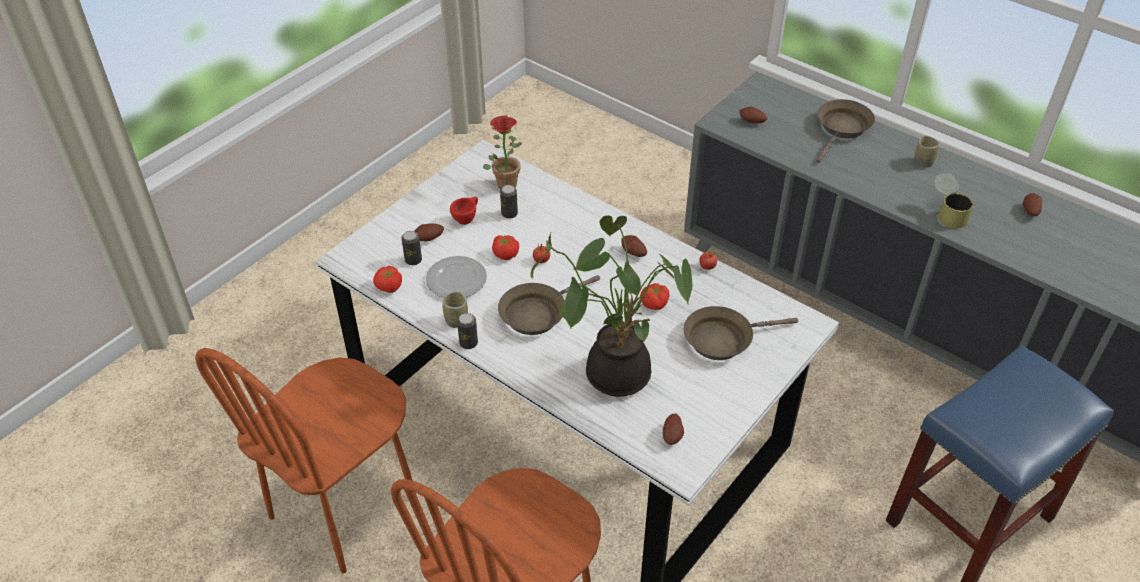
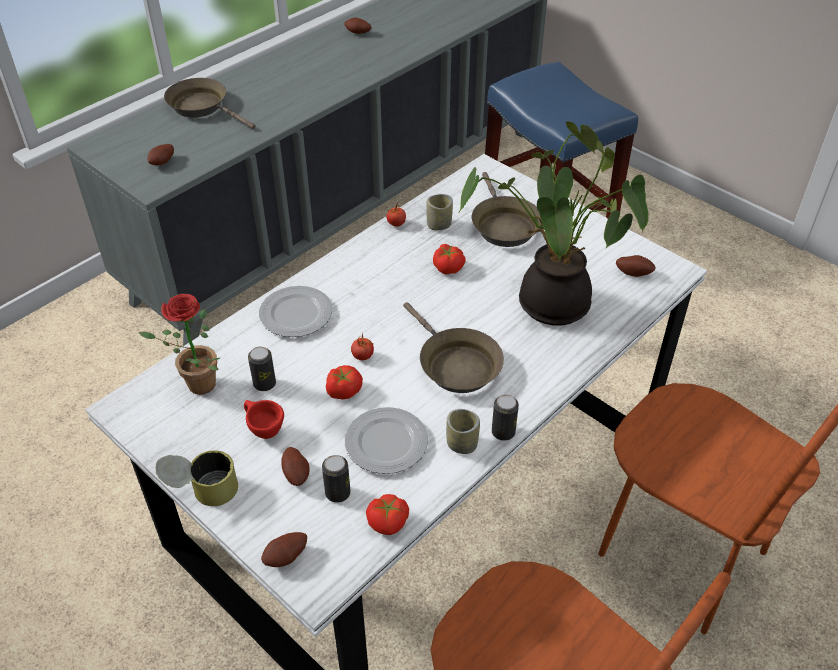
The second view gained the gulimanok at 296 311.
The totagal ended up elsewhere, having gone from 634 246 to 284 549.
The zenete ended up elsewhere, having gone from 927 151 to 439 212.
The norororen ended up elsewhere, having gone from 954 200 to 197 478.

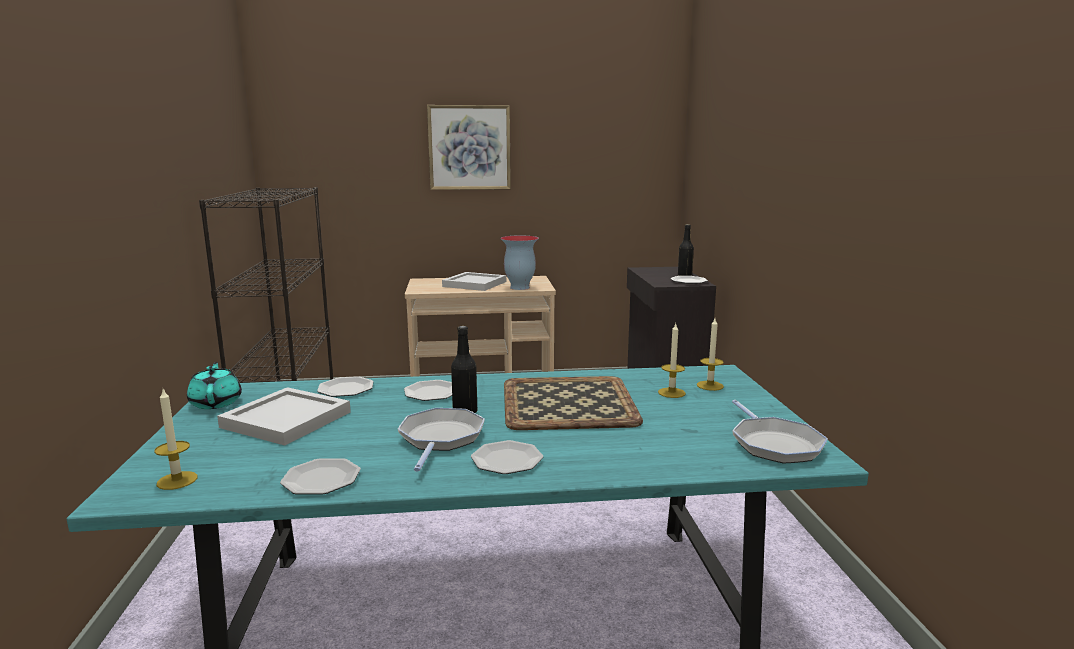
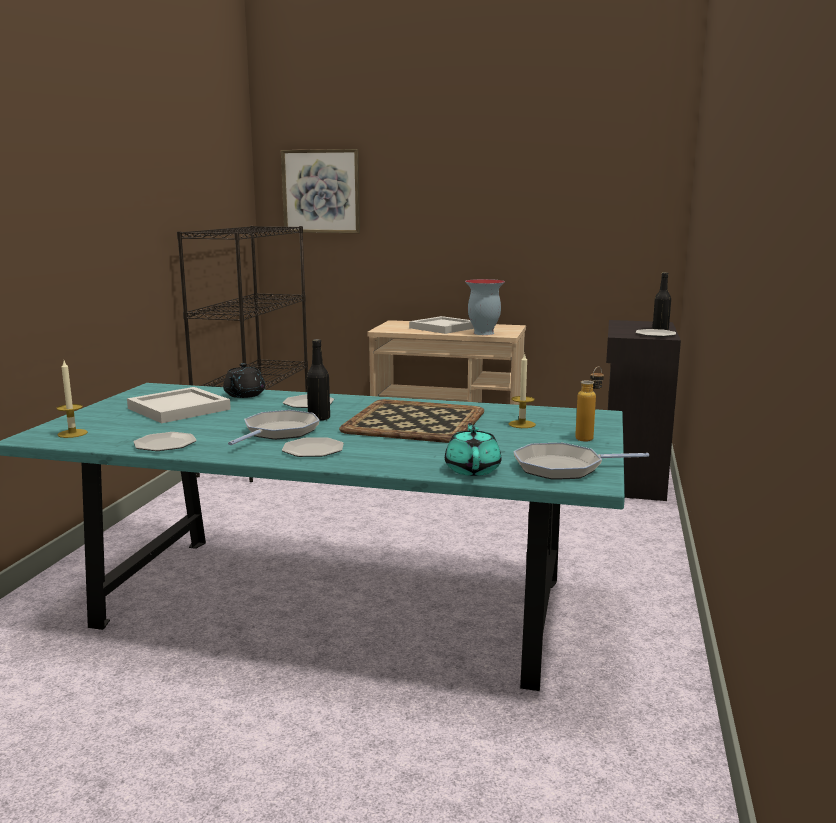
The second view lost the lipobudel at 710 354.
The second view gained the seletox at 589 404.
The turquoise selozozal ended up elsewhere, having gone from 214 385 to 473 449.
The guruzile ended up elsewhere, having gone from 469 147 to 320 191.
Where the gulimanok stood at 345 386, the black selozozal came to stand at 244 380.
The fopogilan at 780 432 ended up facing another way, 75 degrees clockwise from before.

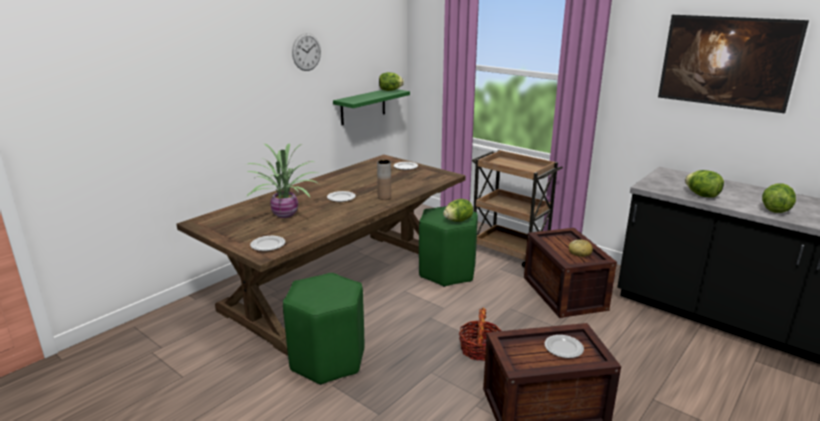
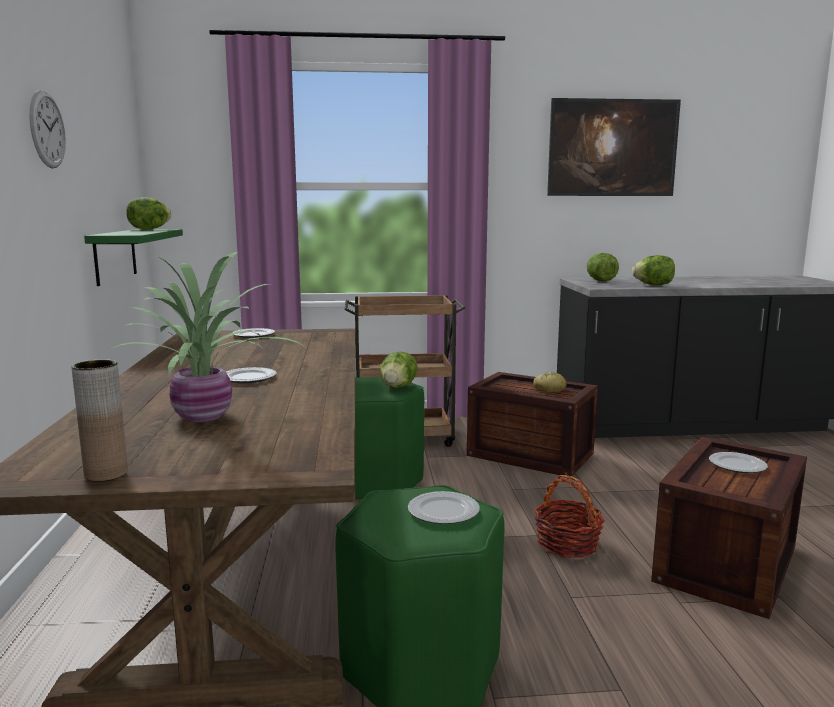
The gulimanok ended up elsewhere, having gone from 267 243 to 444 507.
The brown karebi ended up elsewhere, having gone from 384 180 to 99 420.
The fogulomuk ended up elsewhere, having gone from 779 198 to 603 267.

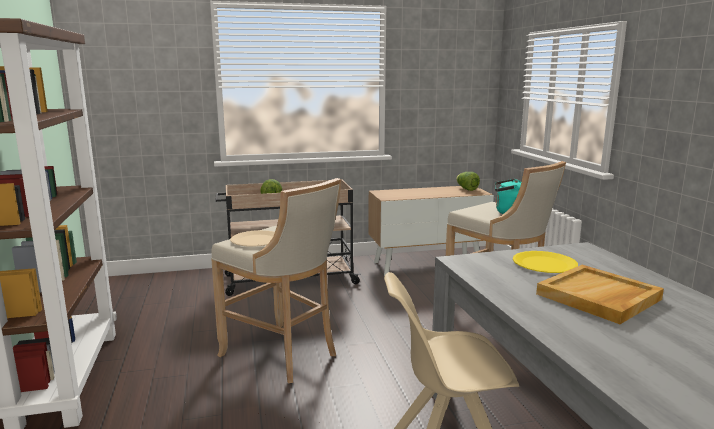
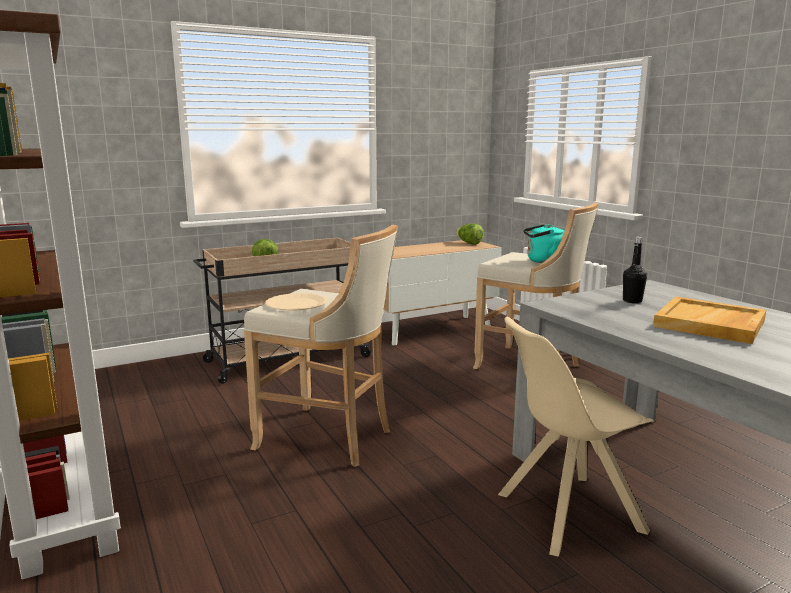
Where the yellow gulimanok stood at 545 262, the black seletox came to stand at 635 270.

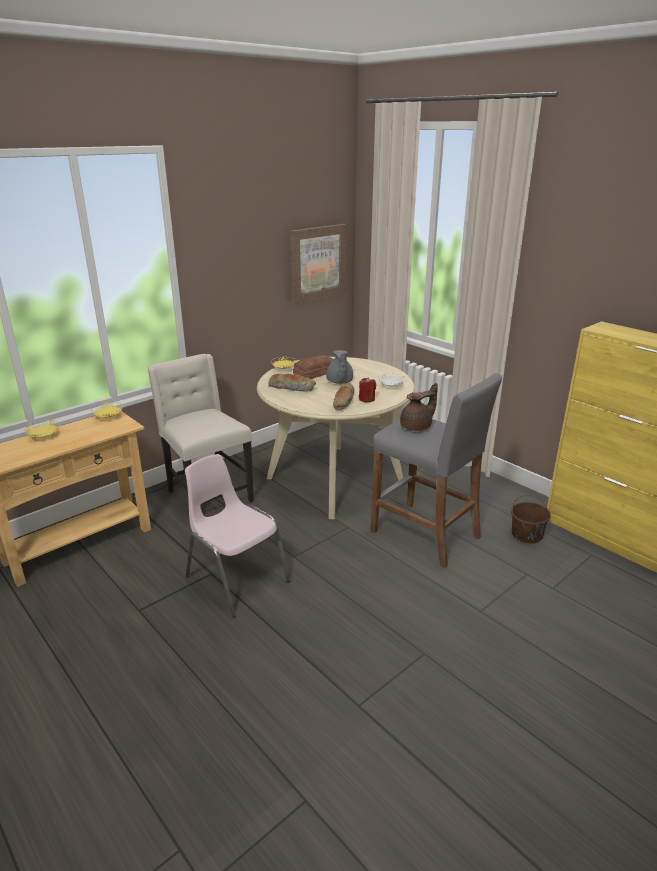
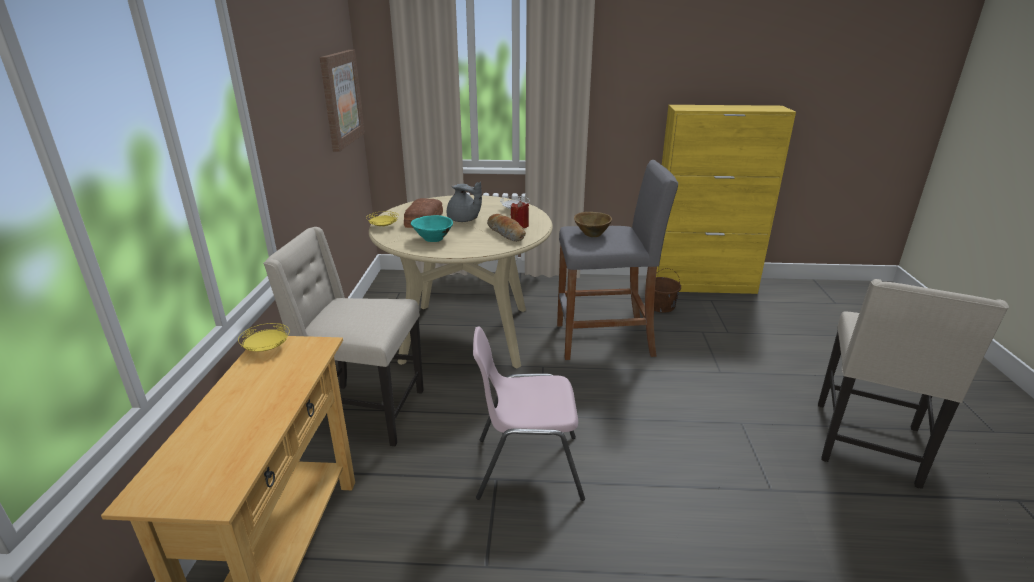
The second view lost the yellow gulimanok at 42 429.
The second view gained the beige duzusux at 913 384.
Where the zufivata stood at 292 382, the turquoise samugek came to stand at 432 228.
Where the brown selozozal stood at 419 407, the brown samugek came to stand at 593 224.

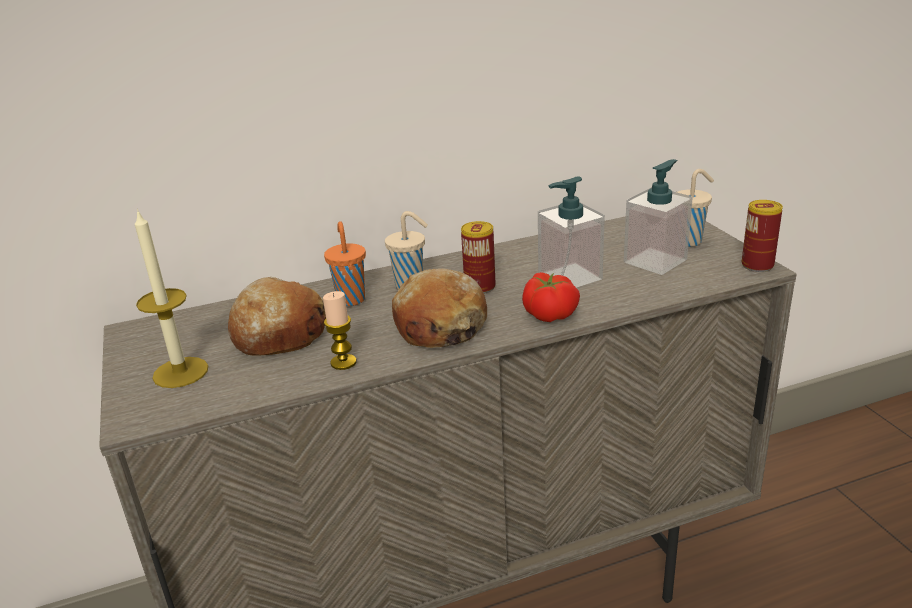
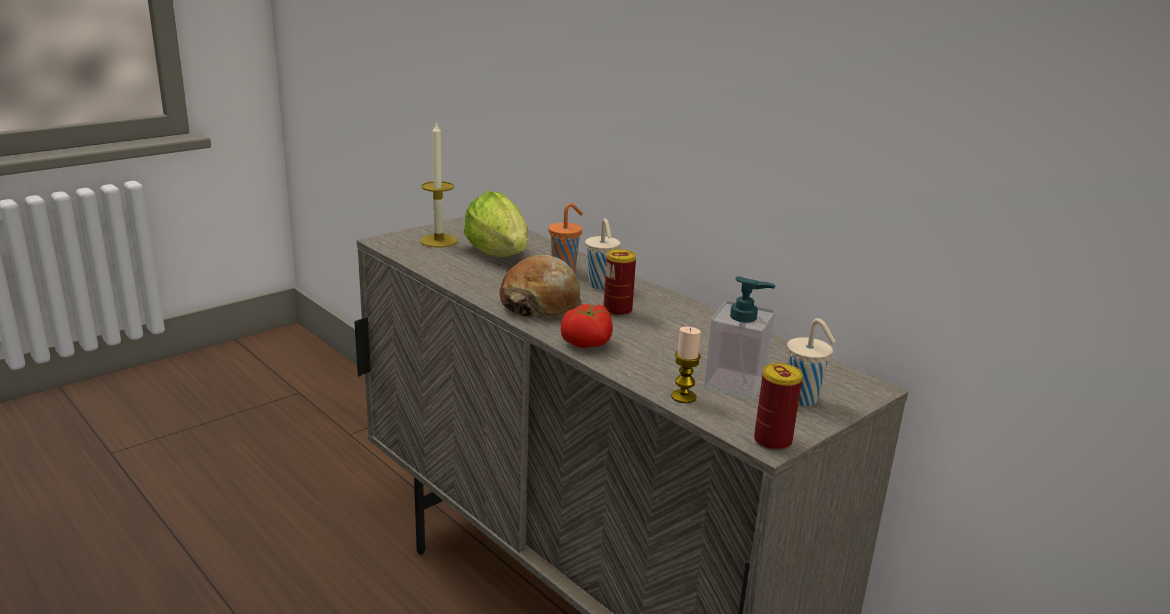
The second view lost the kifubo at 571 232.
The lipobudel ended up elsewhere, having gone from 340 330 to 686 365.
Where the zufivata stood at 277 316, the fogulomuk came to stand at 496 224.

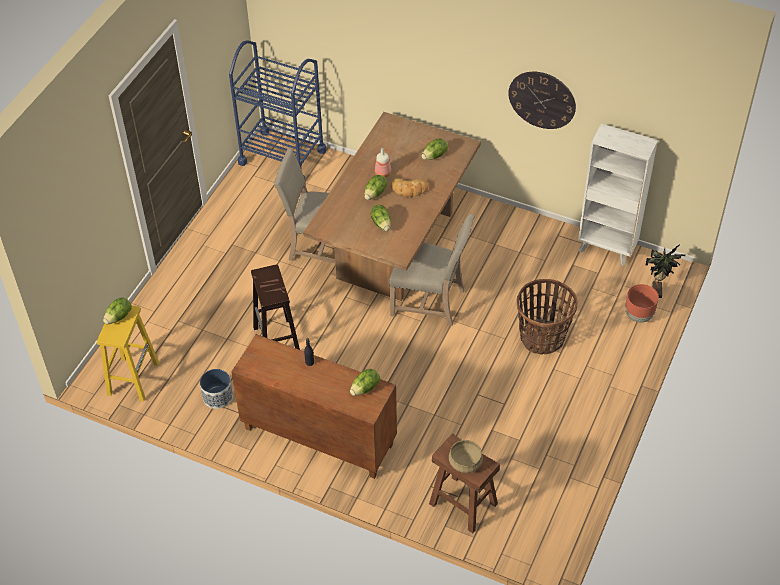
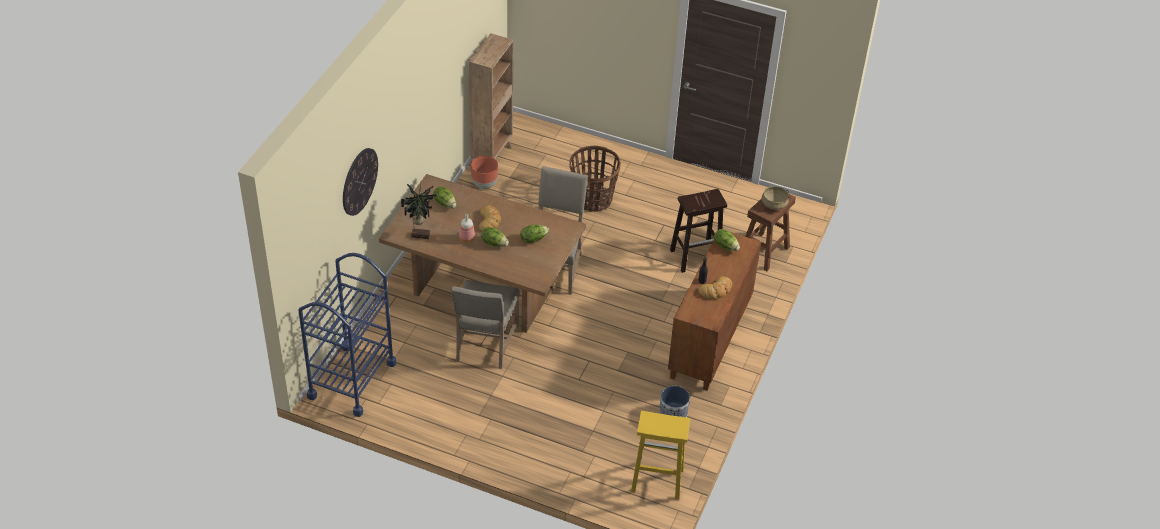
The second view lost the fogulomuk at 117 311.
The second view gained the zufivata at 715 287.
The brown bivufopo ended up elsewhere, having gone from 275 307 to 698 231.
The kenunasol ended up elsewhere, having gone from 542 100 to 360 182.
The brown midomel ended up elsewhere, having gone from 642 303 to 484 172.
The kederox ended up elsewhere, having gone from 666 271 to 419 211.
What was the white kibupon at 618 195 turned into the brown kibupon at 491 96.

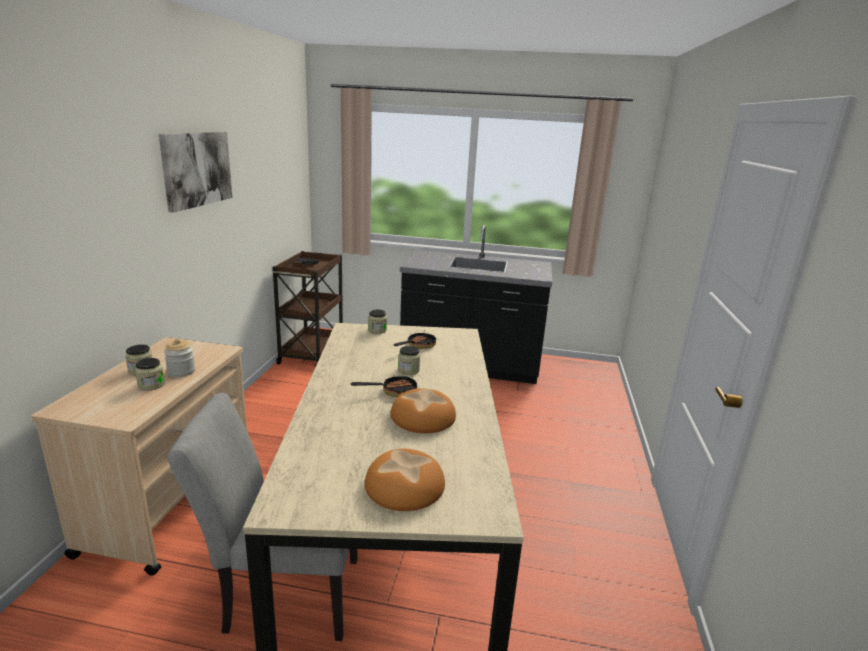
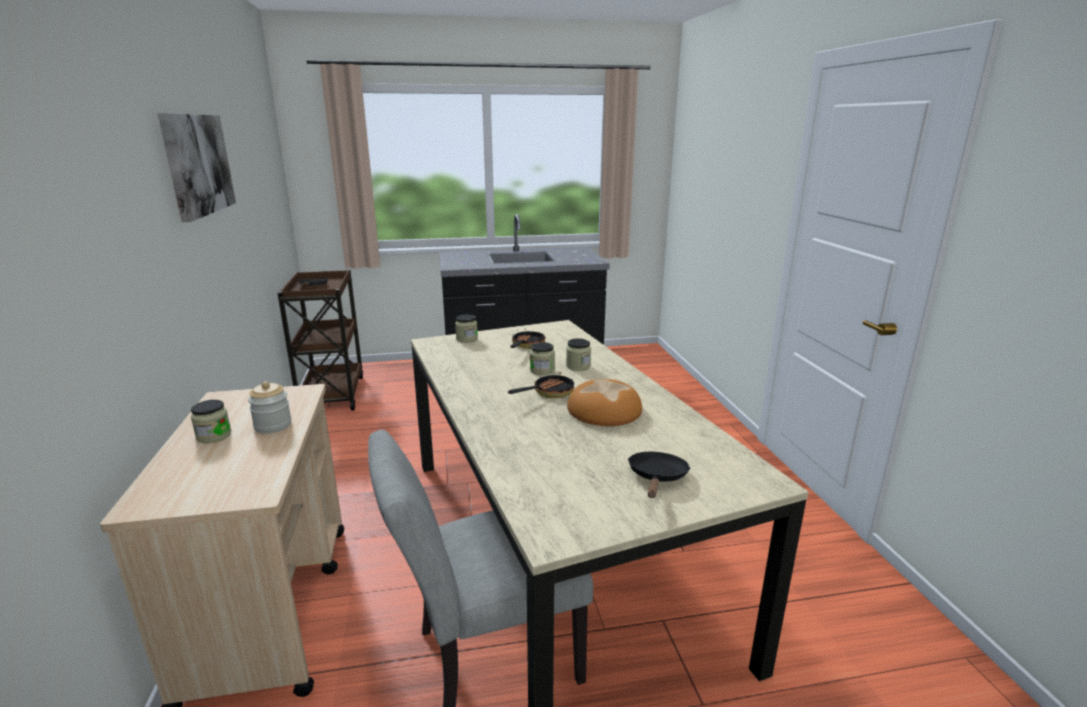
The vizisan ended up elsewhere, having gone from 150 374 to 578 354.
Where the zufivata stood at 405 480, the black fopogilan came to stand at 659 475.

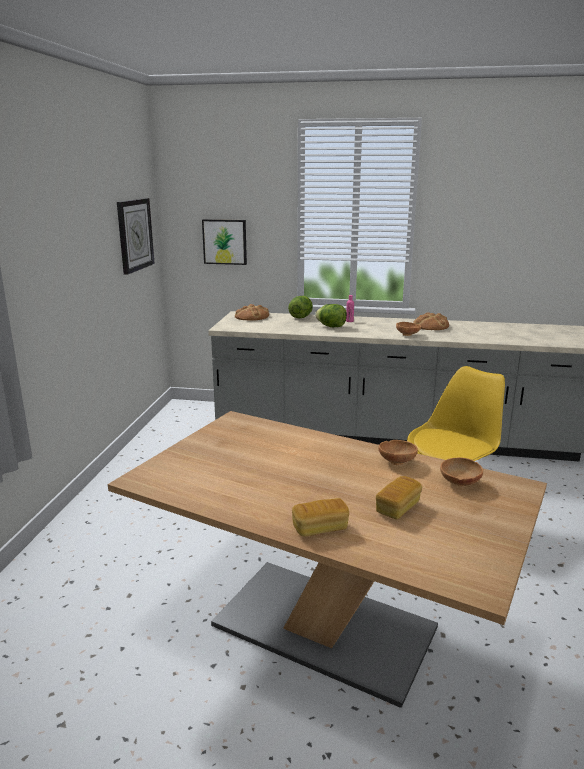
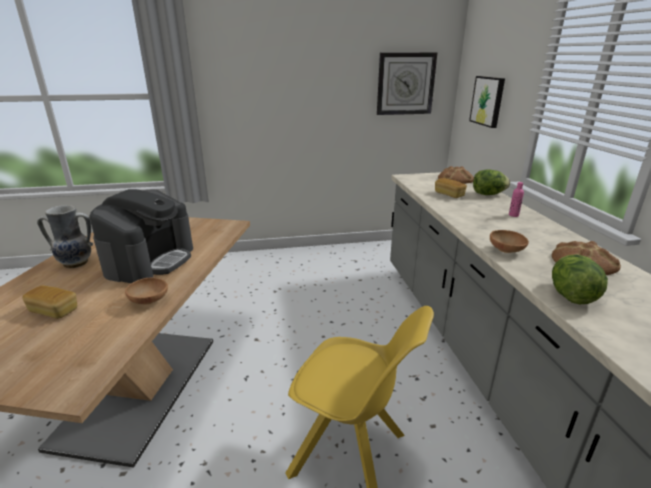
The second view lost the brown samugek at 461 471.
The second view gained the karebi at 65 236.
The second view gained the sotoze at 141 236.
The zufivata ended up elsewhere, having gone from 320 517 to 451 188.
The fogulomuk ended up elsewhere, having gone from 331 315 to 580 279.

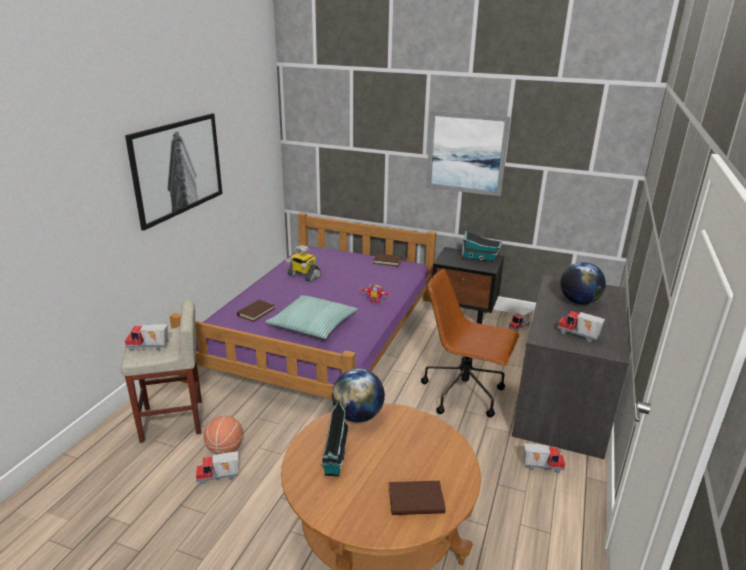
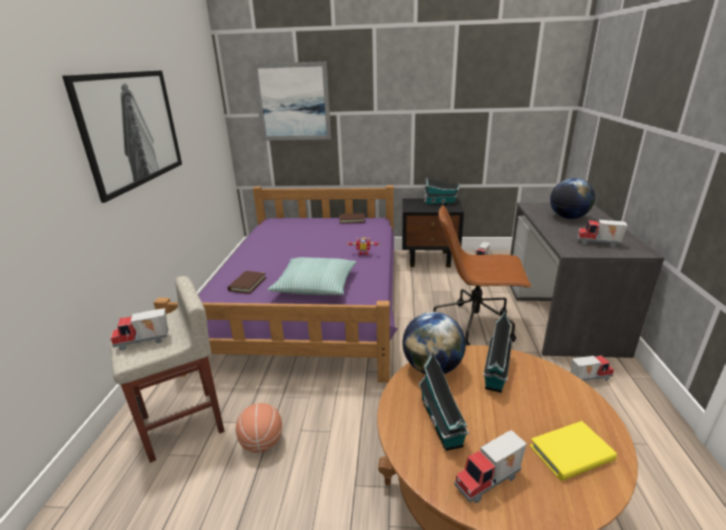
The second view lost the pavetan at 303 263.
The second view gained the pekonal at 497 352.
The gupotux ended up elsewhere, having gone from 217 468 to 490 466.
The guruzile ended up elsewhere, having gone from 468 153 to 291 100.
What was the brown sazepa at 417 498 turned into the yellow sazepa at 573 451.

